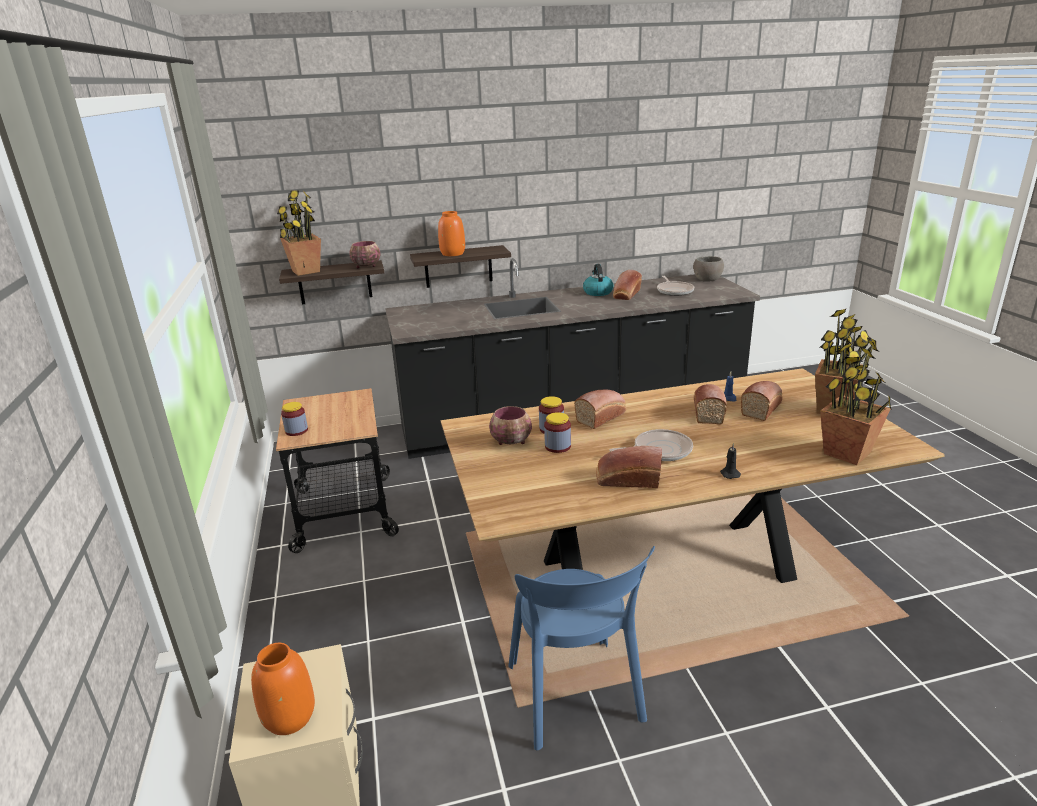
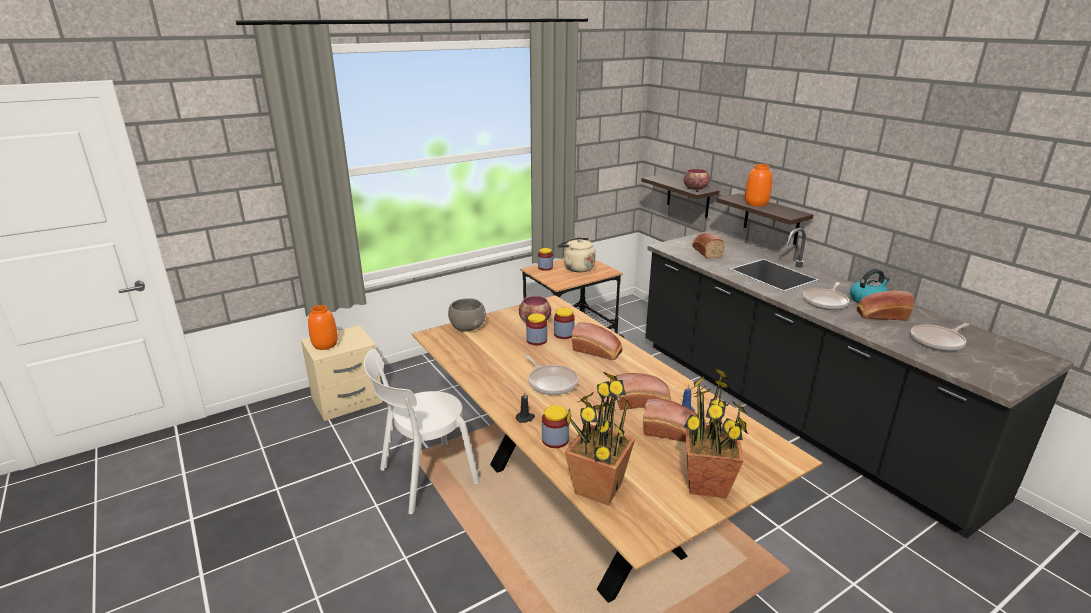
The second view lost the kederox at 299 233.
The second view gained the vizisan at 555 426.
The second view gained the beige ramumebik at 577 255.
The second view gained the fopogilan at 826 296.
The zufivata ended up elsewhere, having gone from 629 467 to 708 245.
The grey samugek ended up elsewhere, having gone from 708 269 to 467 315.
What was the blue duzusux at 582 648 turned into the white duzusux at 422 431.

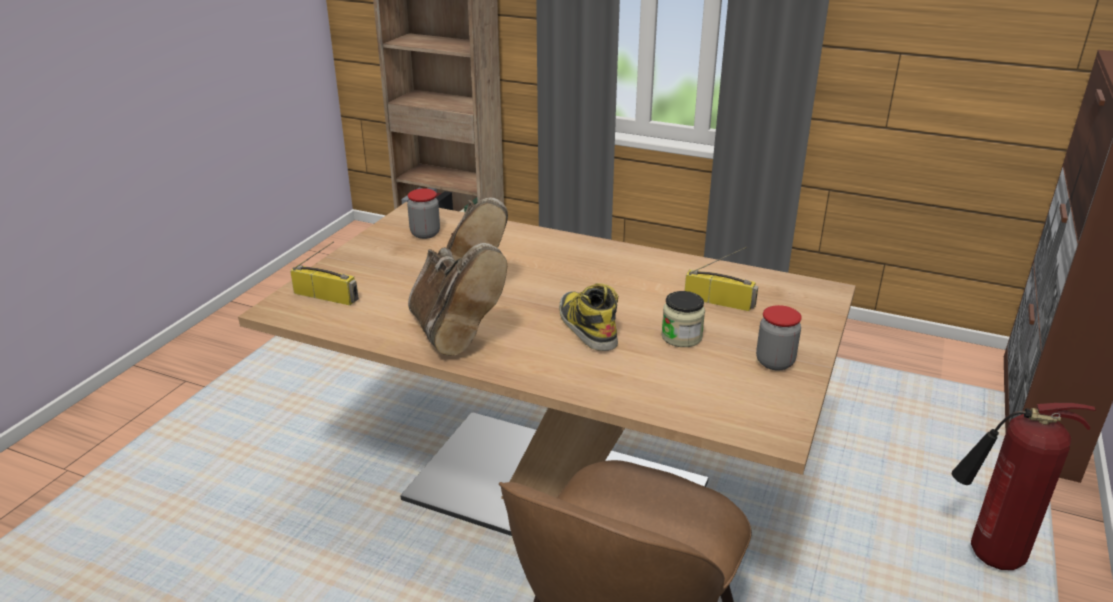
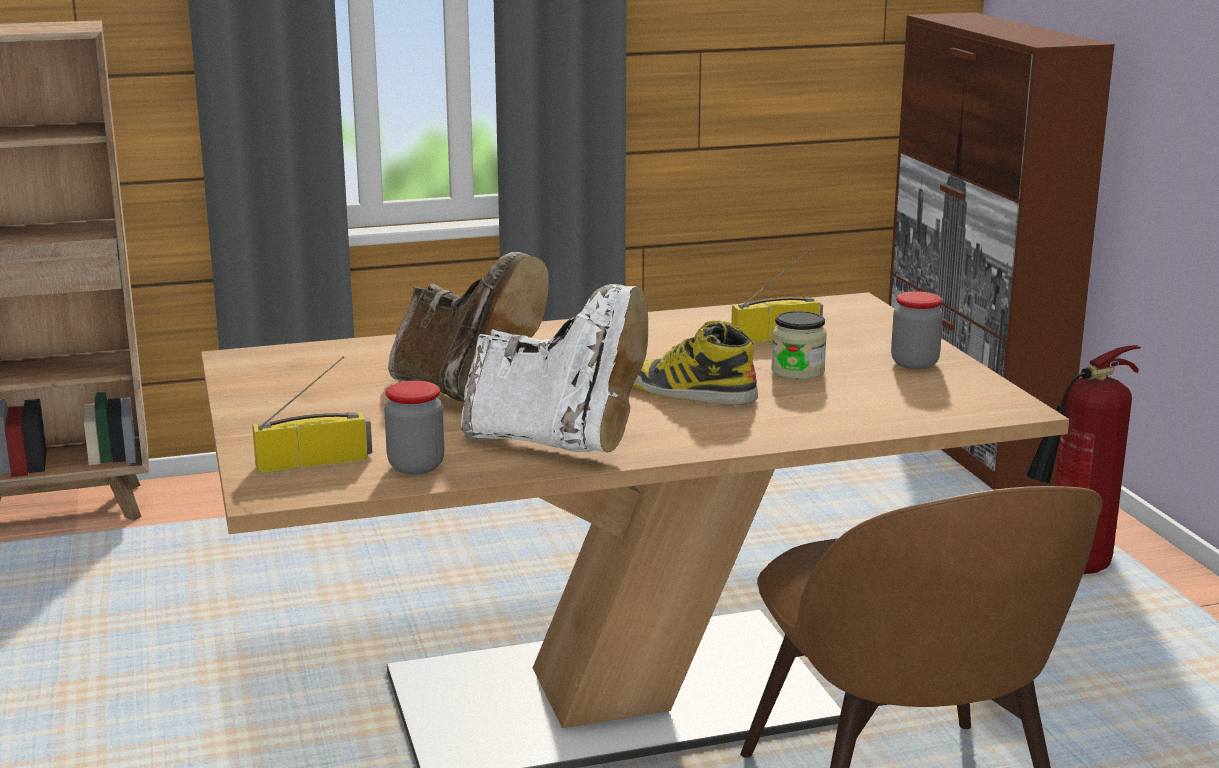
The vizisan ended up elsewhere, having gone from 423 213 to 414 428.
What was the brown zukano at 457 299 turned into the white zukano at 554 368.

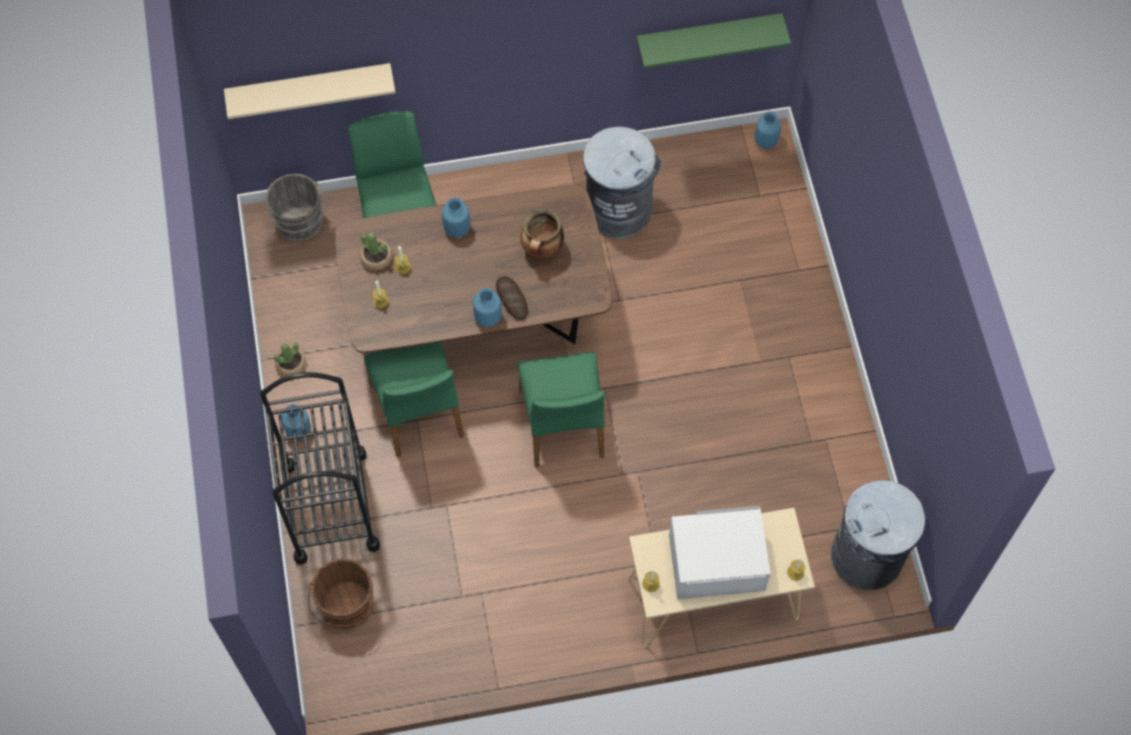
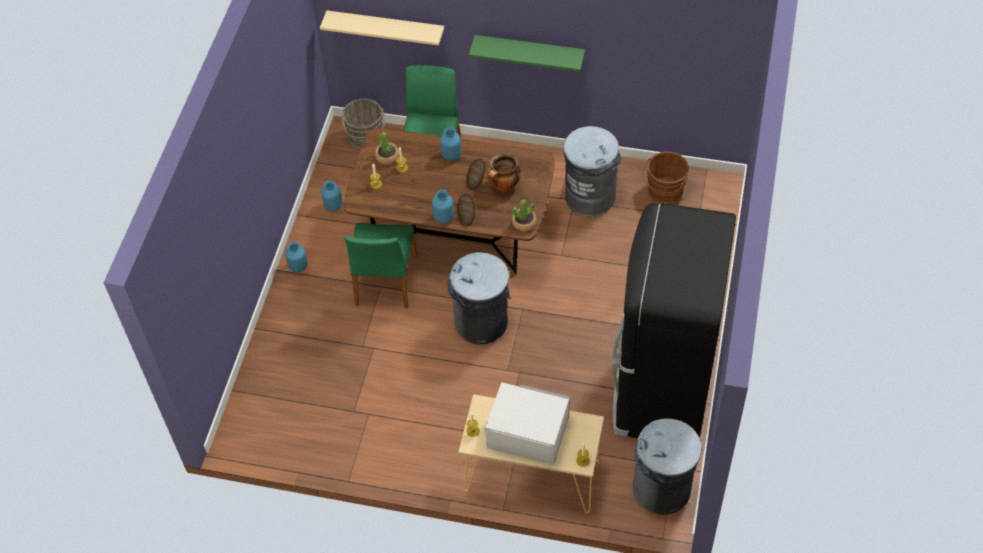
The second view lost the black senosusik at 320 468.
The second view gained the zufivata at 476 173.
The second view gained the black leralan at 674 320.
The kederox ended up elsewhere, having gone from 290 359 to 524 215.
The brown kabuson ended up elsewhere, having gone from 340 594 to 665 177.
The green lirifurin ended up elsewhere, having gone from 714 40 to 527 53.
The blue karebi ended up elsewhere, having gone from 767 130 to 331 195.
Where the green duzusux stood at 561 409, the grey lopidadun came to stand at 479 298.

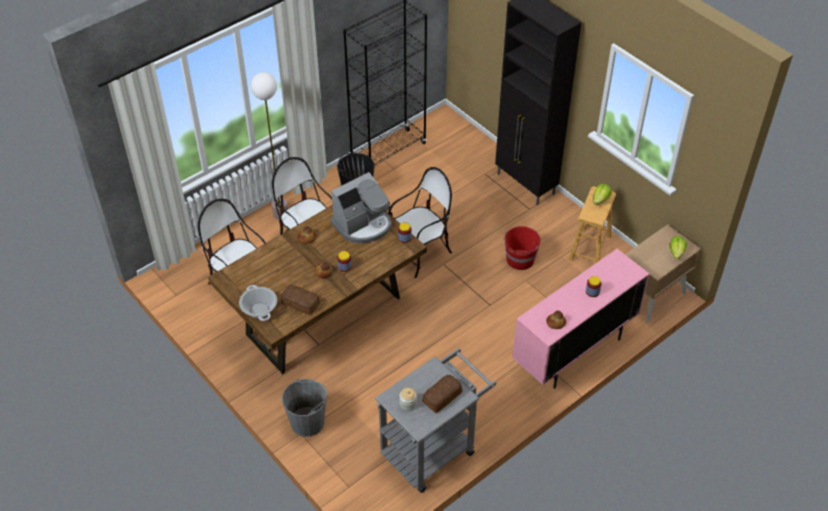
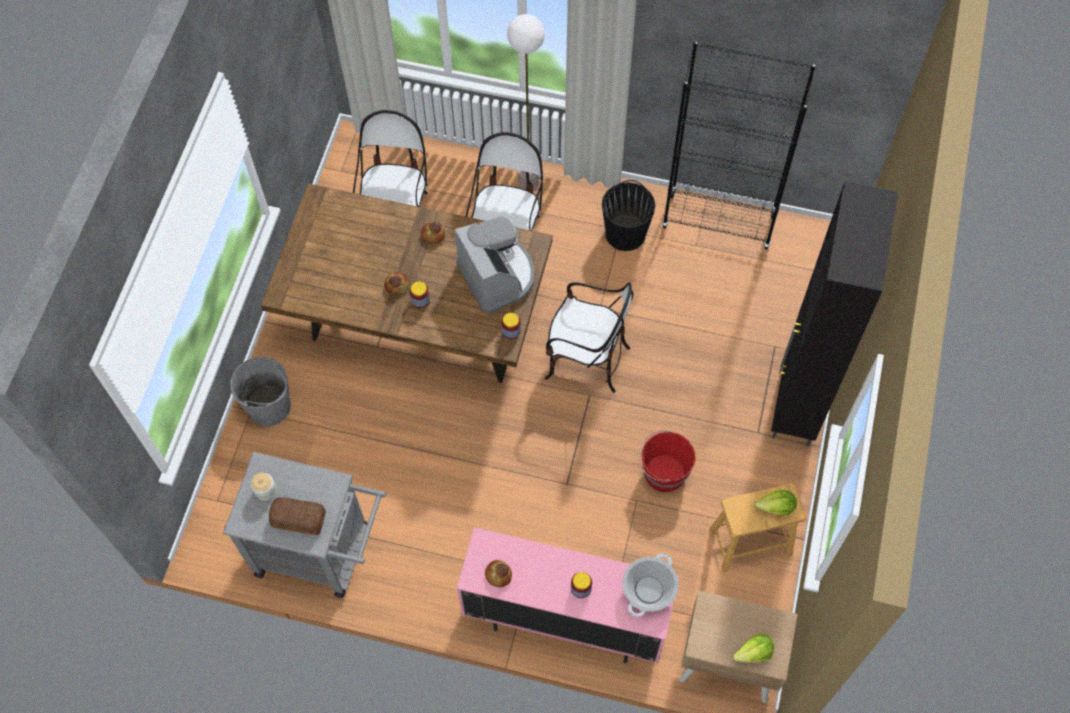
The second view lost the zufivata at 300 300.
The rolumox ended up elsewhere, having gone from 258 303 to 650 585.
The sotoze at 361 208 ended up facing another way, 135 degrees counterclockwise from before.

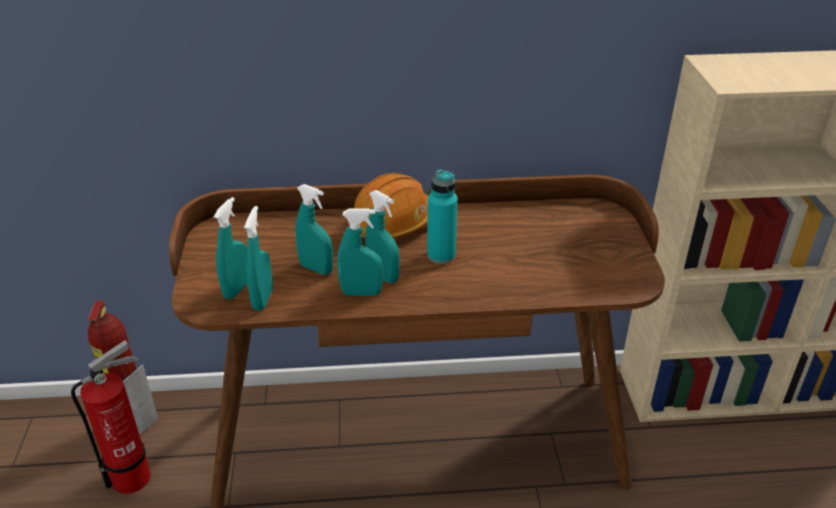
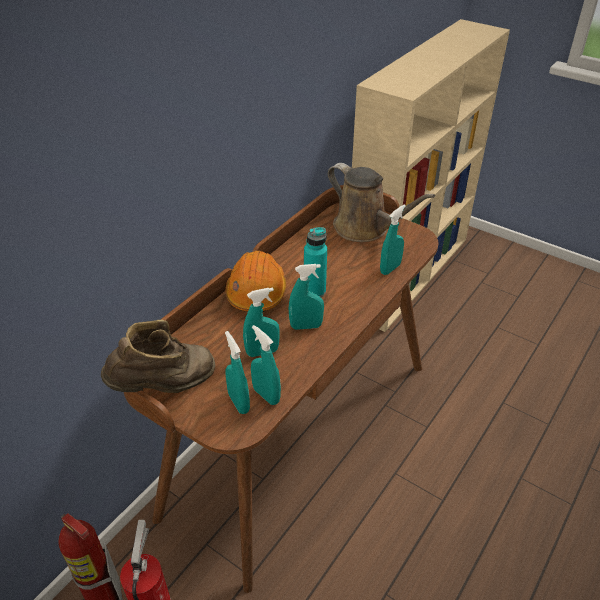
The second view gained the brown zukano at 158 356.
The second view gained the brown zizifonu at 381 202.
The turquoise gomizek ended up elsewhere, having gone from 360 252 to 393 240.

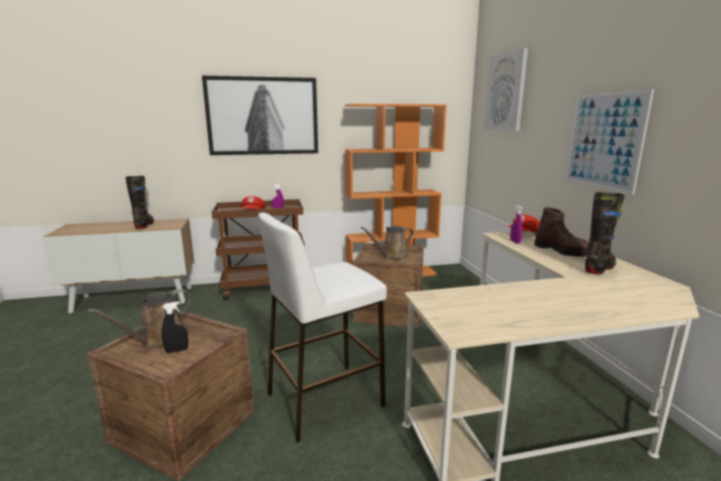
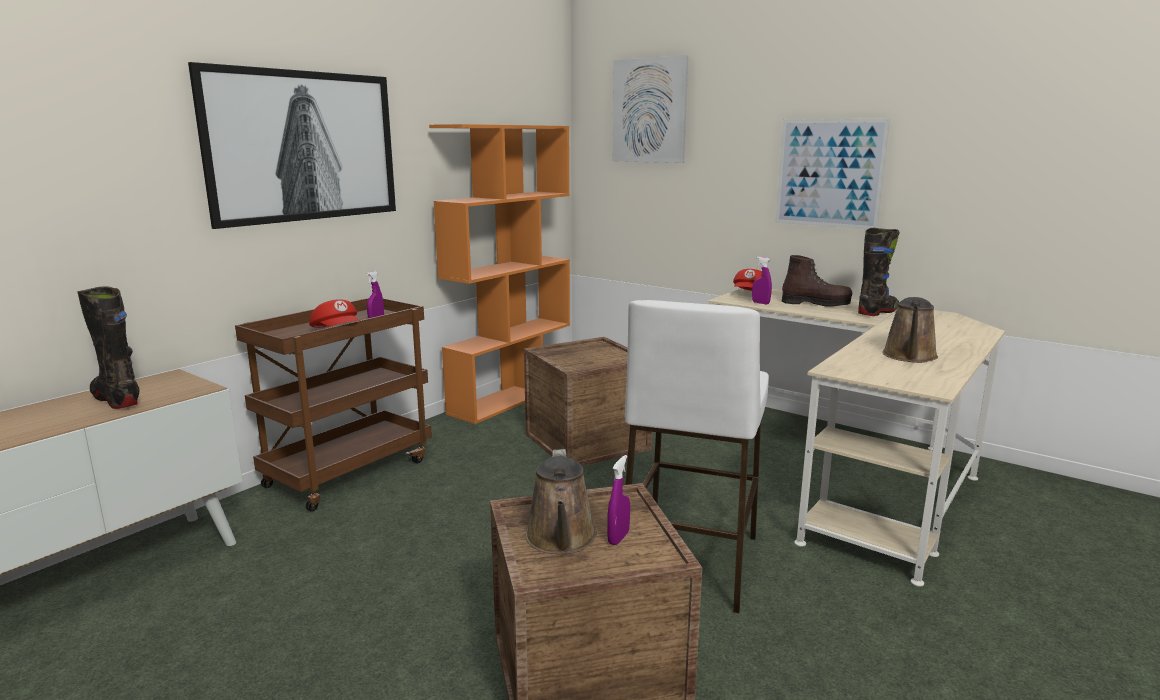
The brown zizifonu ended up elsewhere, having gone from 387 242 to 910 330.
What was the black gomizek at 174 327 turned into the purple gomizek at 618 500.
The black zukano at 605 233 ended up facing another way, 45 degrees clockwise from before.

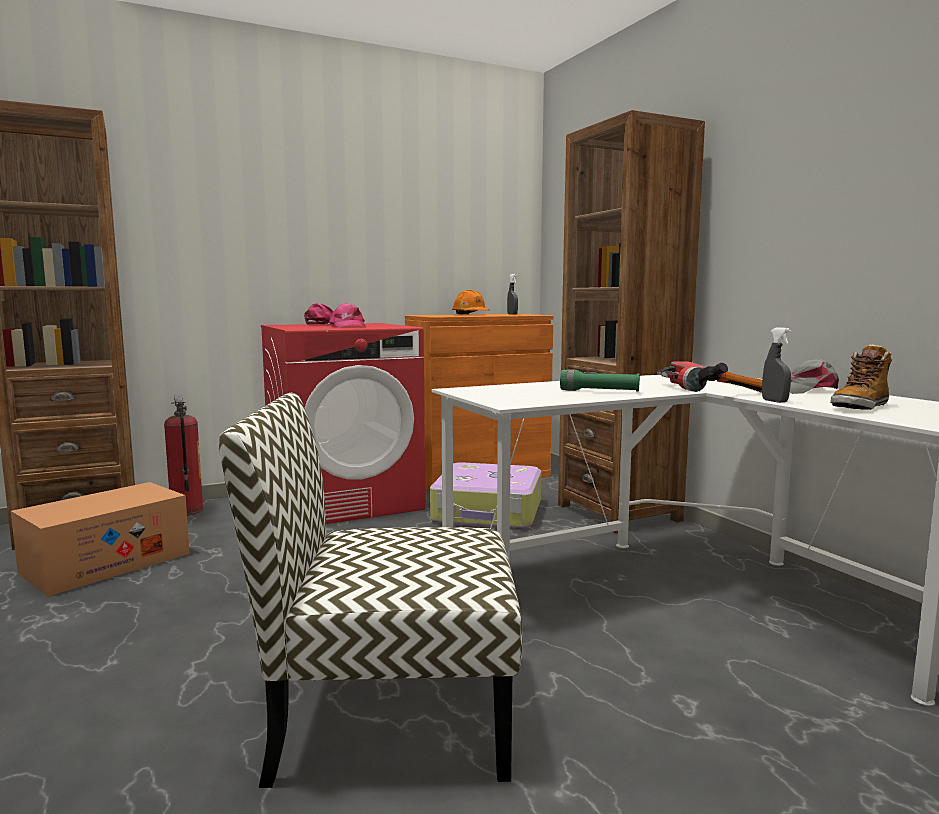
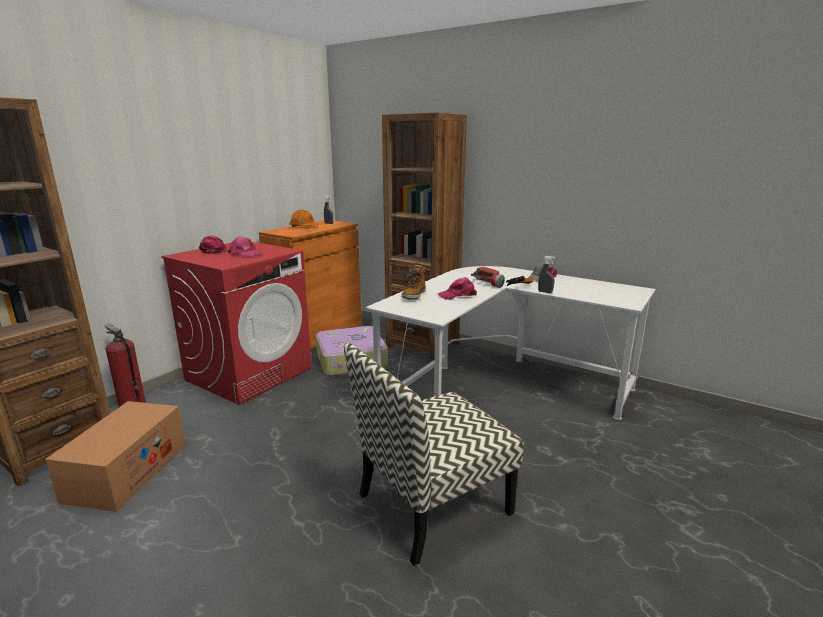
The zukano ended up elsewhere, having gone from 861 377 to 413 282.
Where the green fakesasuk stood at 600 380, the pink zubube came to stand at 457 288.

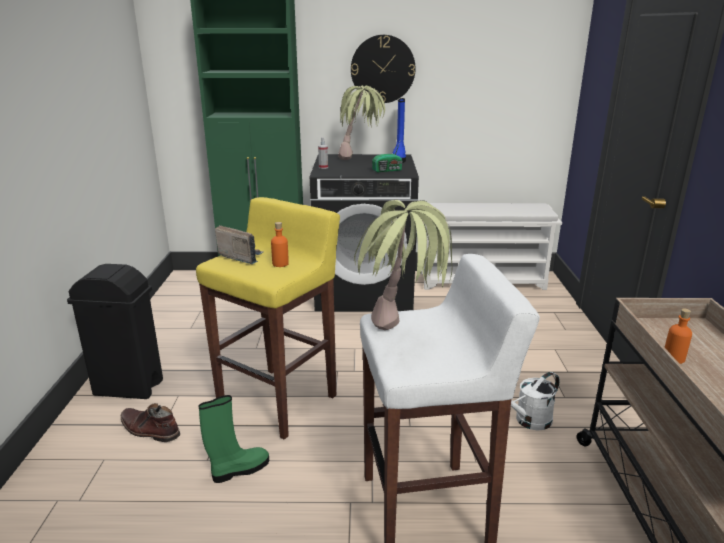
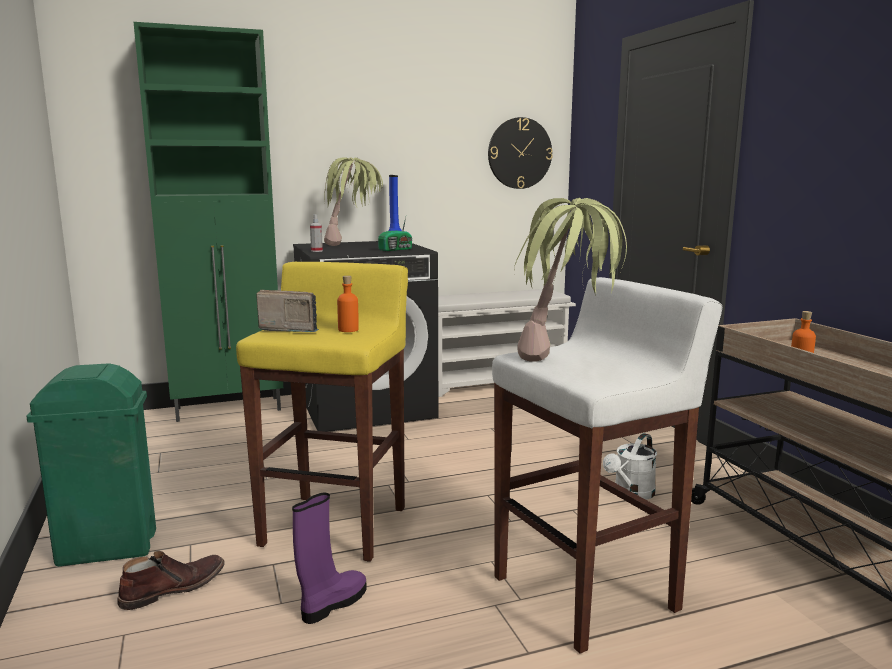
The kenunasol ended up elsewhere, having gone from 383 69 to 520 153.
What was the black lopidadun at 115 331 turned into the green lopidadun at 91 464.
What was the green zukano at 234 439 turned into the purple zukano at 329 558.
The brown zukano at 150 422 ended up facing another way, 135 degrees clockwise from before.

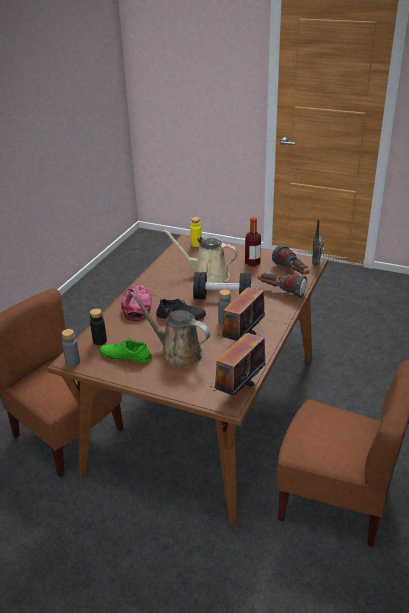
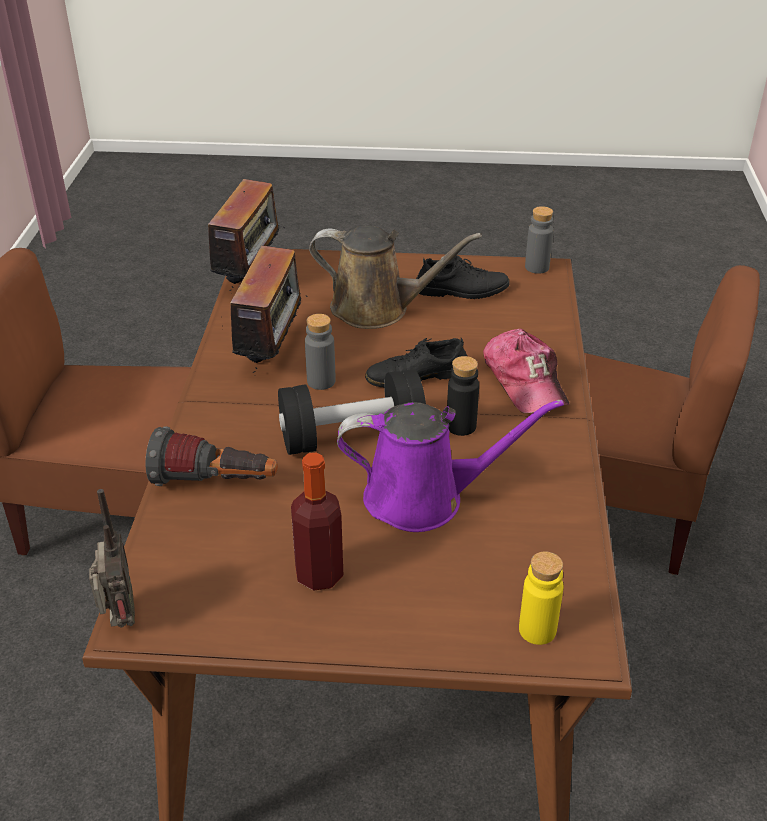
The second view lost the fakesasuk at 291 259.
The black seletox ended up elsewhere, having gone from 98 327 to 463 396.
What was the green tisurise at 126 350 turned into the black tisurise at 463 277.
What was the beige zizifonu at 200 256 turned into the purple zizifonu at 450 466.

